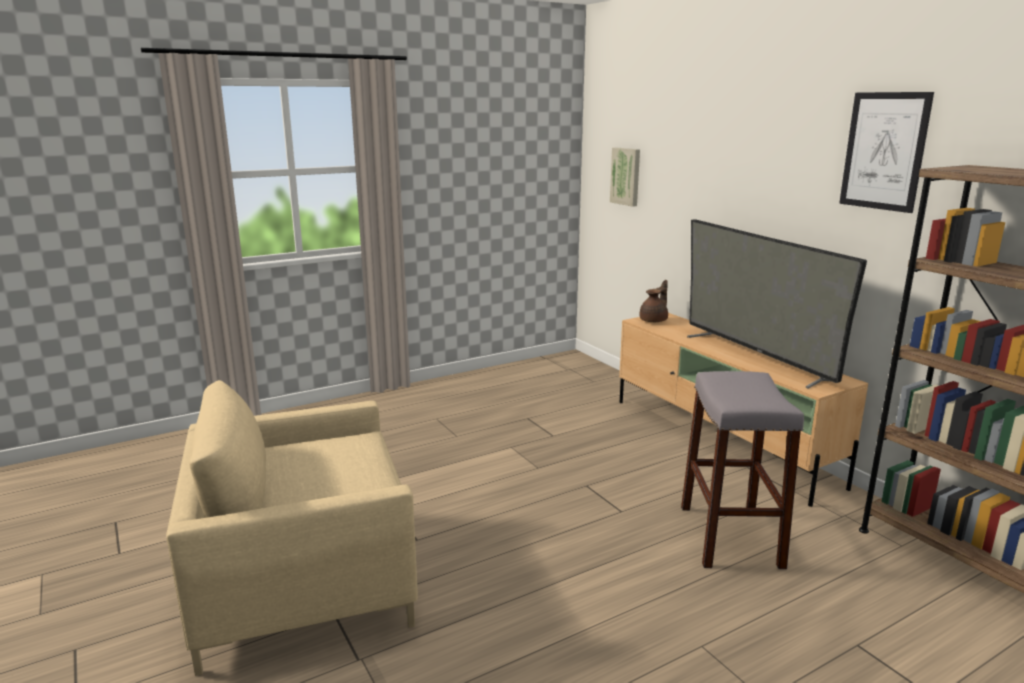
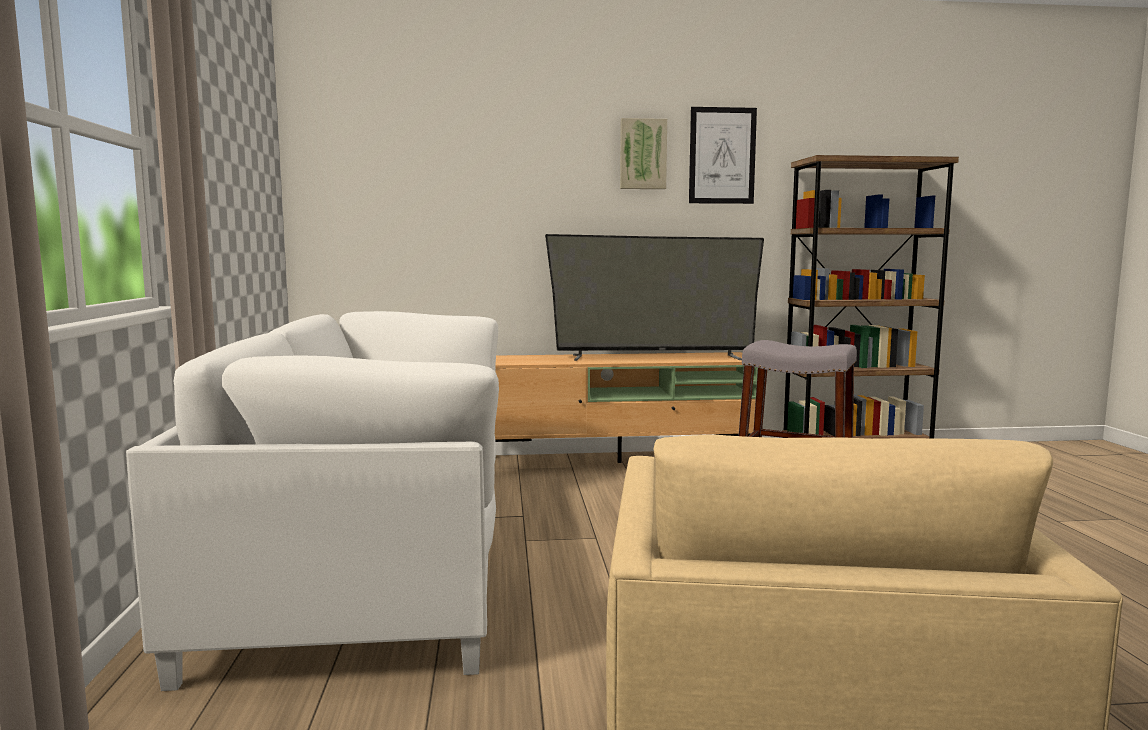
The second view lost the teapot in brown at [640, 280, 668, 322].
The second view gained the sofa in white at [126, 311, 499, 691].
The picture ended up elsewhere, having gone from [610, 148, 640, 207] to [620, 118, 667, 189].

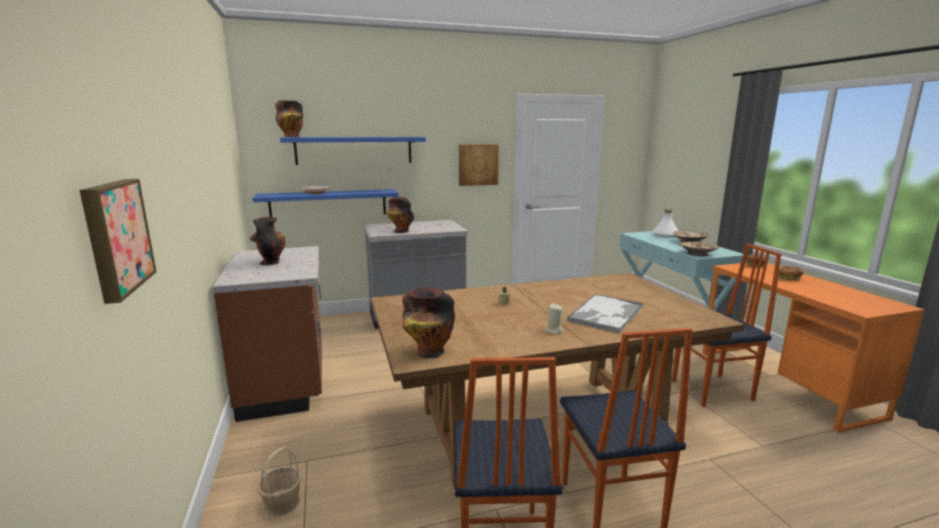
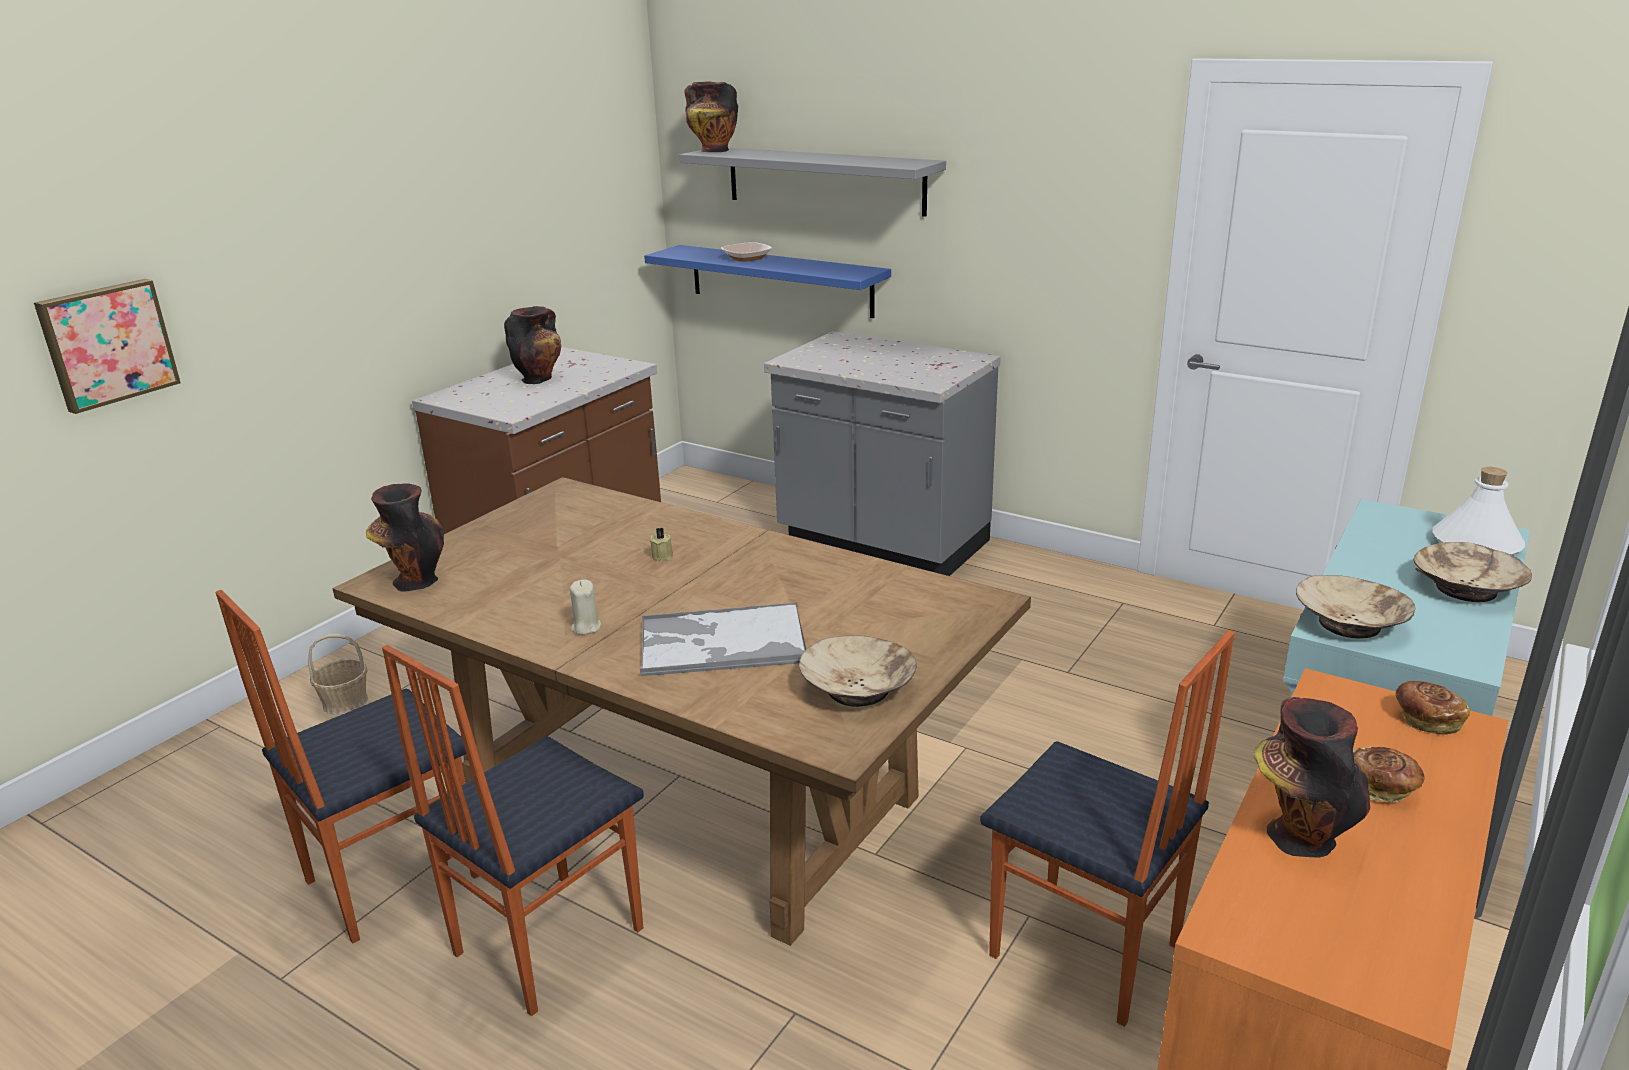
The second view lost the picture at [459, 144, 499, 186].
The second view gained the bowl in beige at [799, 635, 917, 707].
The vase ended up elsewhere, having gone from [386, 197, 414, 233] to [1253, 697, 1370, 858].
What was the shelf in blue at [280, 137, 426, 165] turned into the shelf in grey at [680, 148, 946, 217].

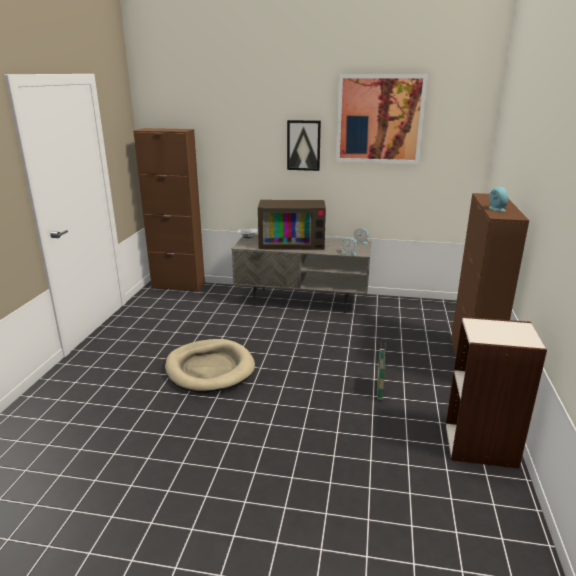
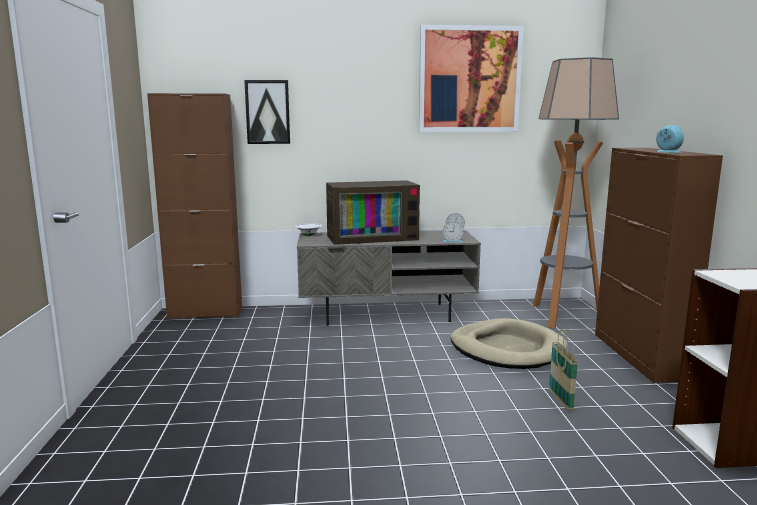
The second view gained the floor lamp at [533, 57, 619, 329].
The dog bed in beige ended up elsewhere, having gone from [165, 339, 255, 393] to [450, 318, 567, 369].
The picture ended up elsewhere, having gone from [287, 120, 321, 171] to [244, 80, 290, 144].

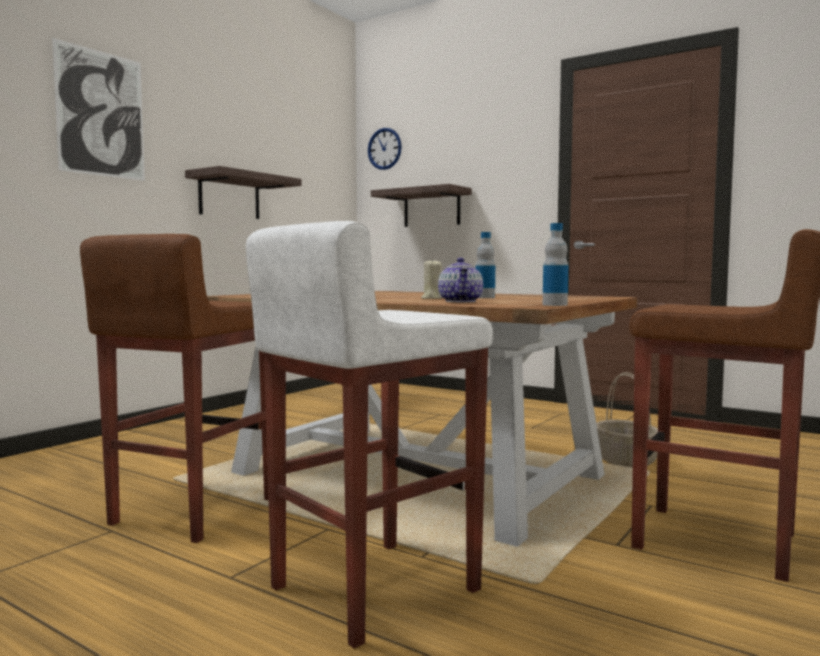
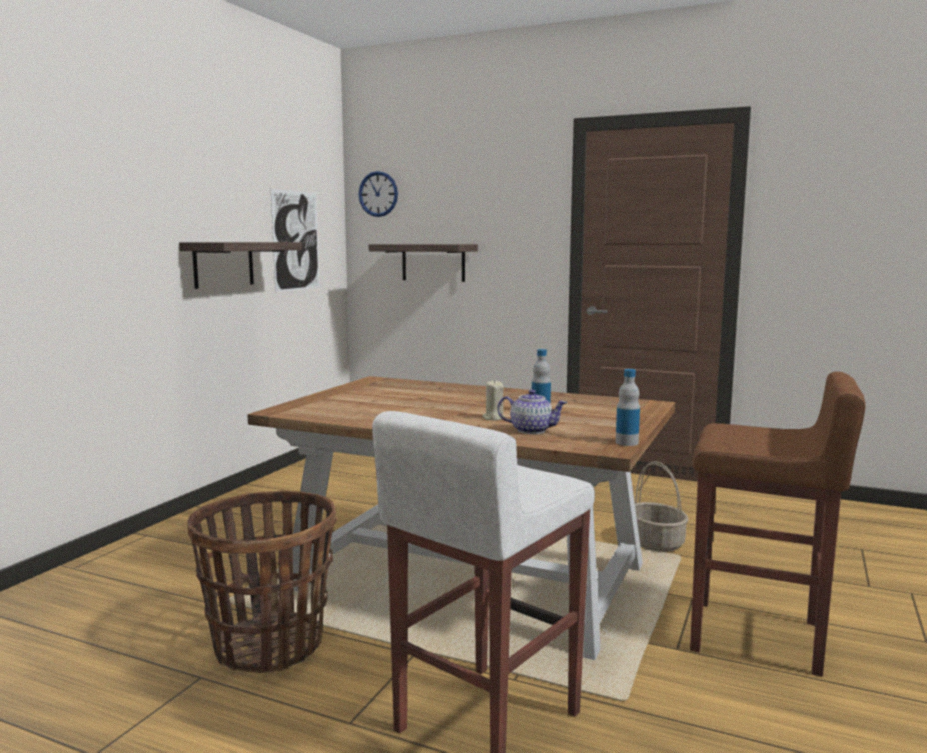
The picture ended up elsewhere, having gone from [52, 38, 145, 181] to [271, 189, 320, 292].
Where the stool in brown stood at [80, 234, 269, 543], the basket came to stand at [187, 490, 338, 673].
The teapot at [438, 258, 483, 302] ended up facing another way, 60 degrees counterclockwise from before.

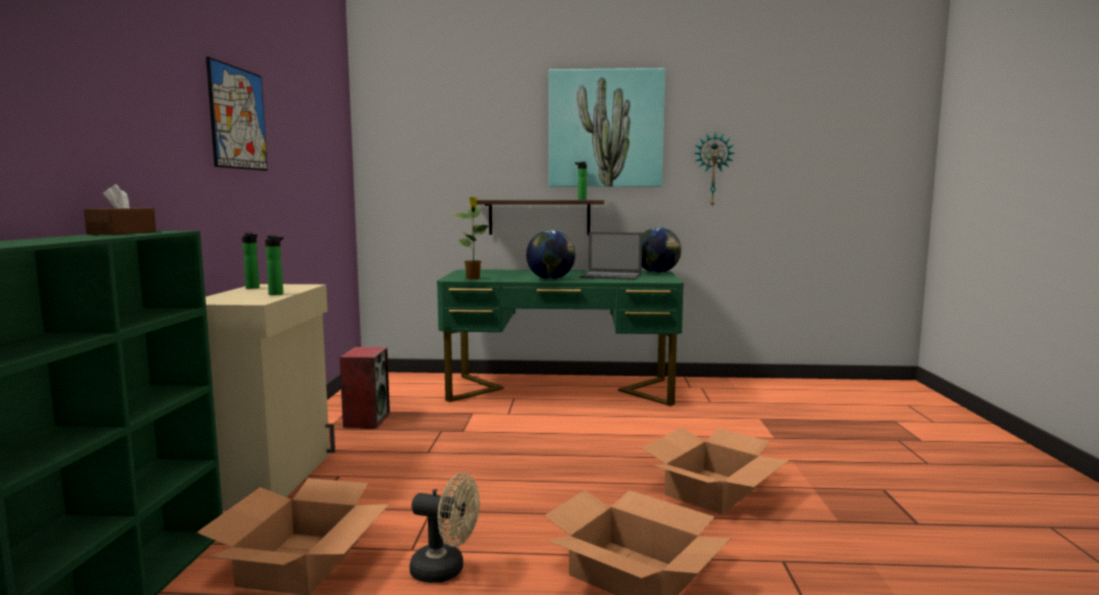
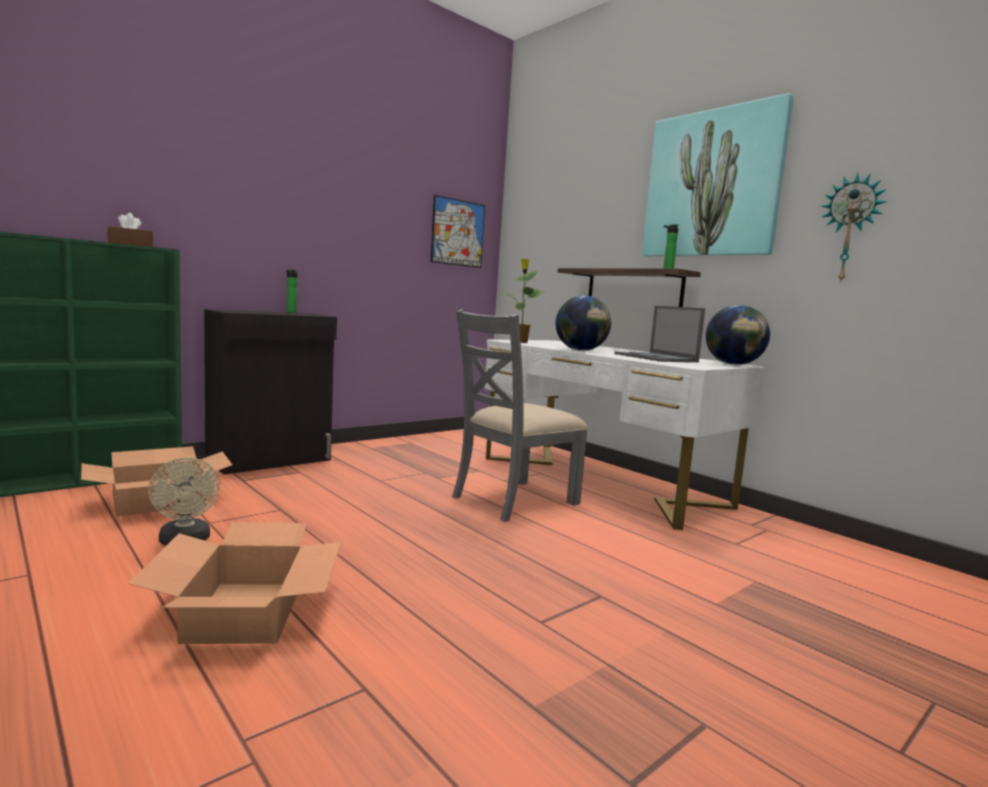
The second view lost the bottle at [265, 235, 284, 295].
The second view lost the speaker at [340, 347, 390, 428].
The second view lost the cardboard box at [642, 427, 789, 514].
The second view gained the chair in grey at [452, 310, 588, 522].
The picture ended up elsewhere, having gone from [206, 57, 268, 171] to [430, 195, 485, 268].
What was the cabinet in beige at [205, 284, 335, 511] turned into the cabinet in black at [204, 309, 337, 475].
What was the desk in green at [437, 269, 684, 406] turned into the desk in white at [485, 340, 764, 530].

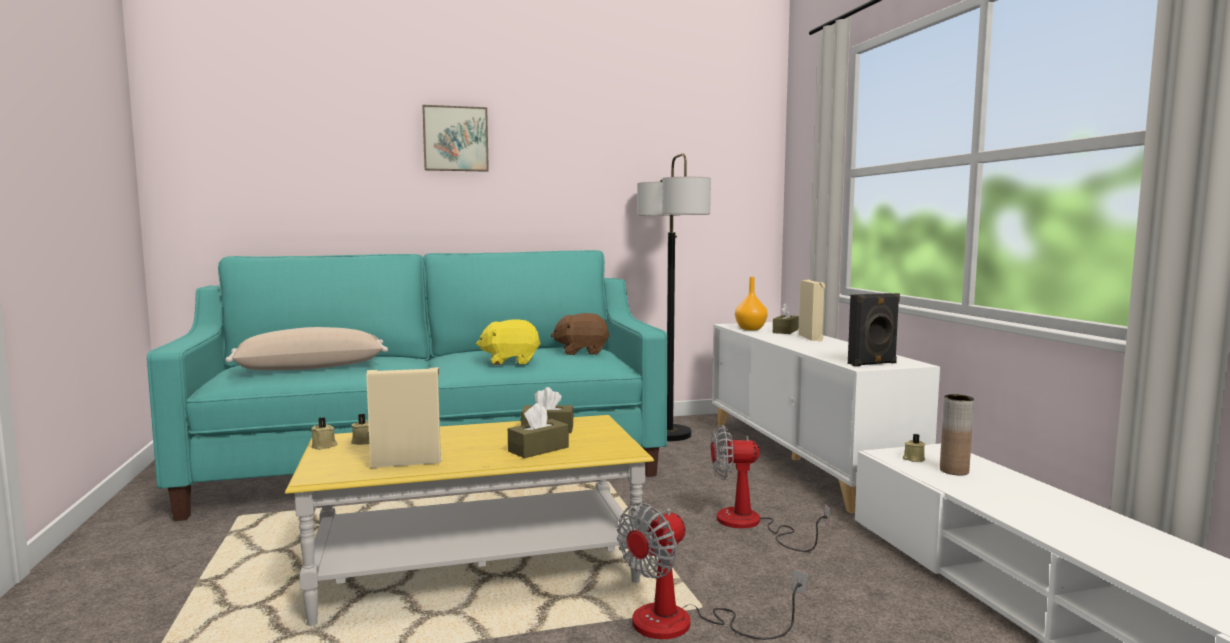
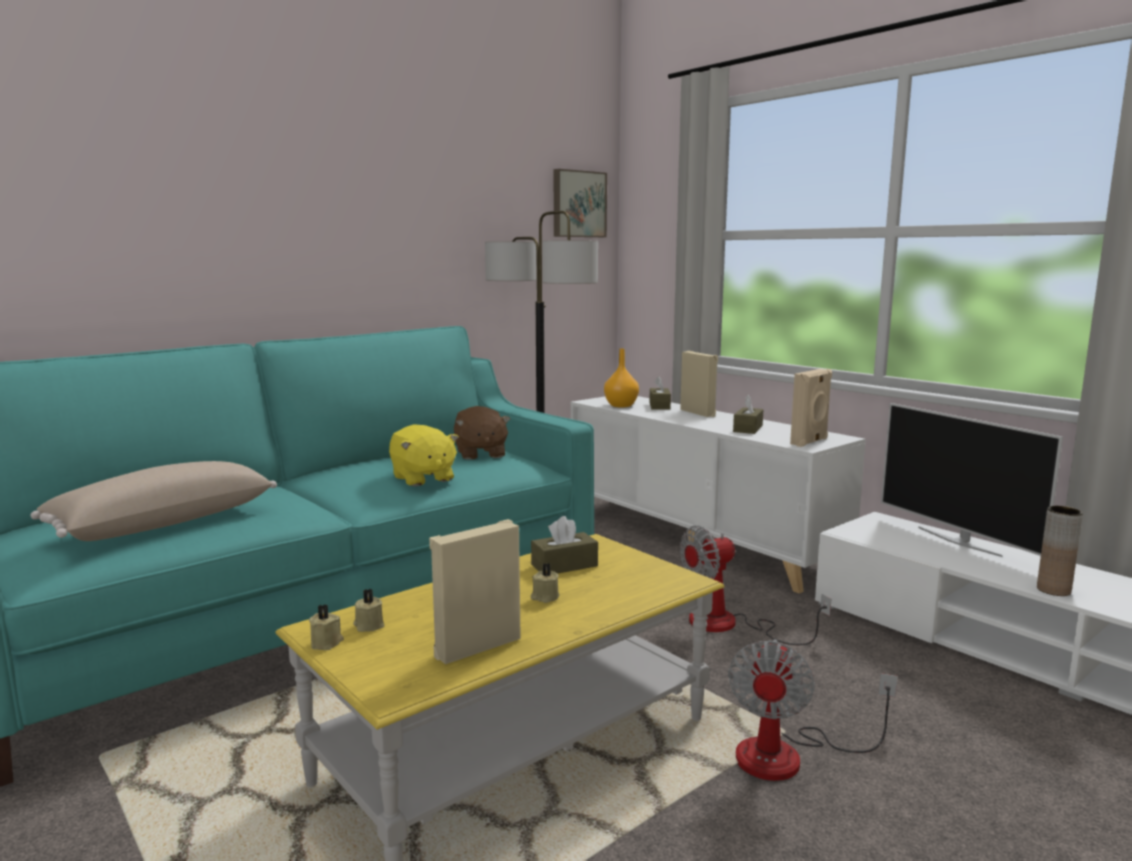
The second view gained the television at [881, 403, 1063, 557].
The picture ended up elsewhere, having gone from [422, 105, 489, 172] to [554, 169, 607, 237].
The tissue box in brown ended up elsewhere, having gone from [508, 403, 569, 458] to [733, 395, 764, 434].
The candle in beige ended up elsewhere, having gone from [903, 434, 925, 462] to [531, 563, 559, 603].
The vase in brown ended up elsewhere, having gone from [940, 394, 974, 475] to [1037, 506, 1083, 596].
What was the speaker in black at [848, 293, 900, 366] turned into the speaker in beige at [790, 369, 832, 447].
The plush toy in yellow at [476, 319, 541, 365] ended up facing another way, 90 degrees counterclockwise from before.
The plush toy in brown at [551, 313, 610, 355] ended up facing another way, 75 degrees counterclockwise from before.

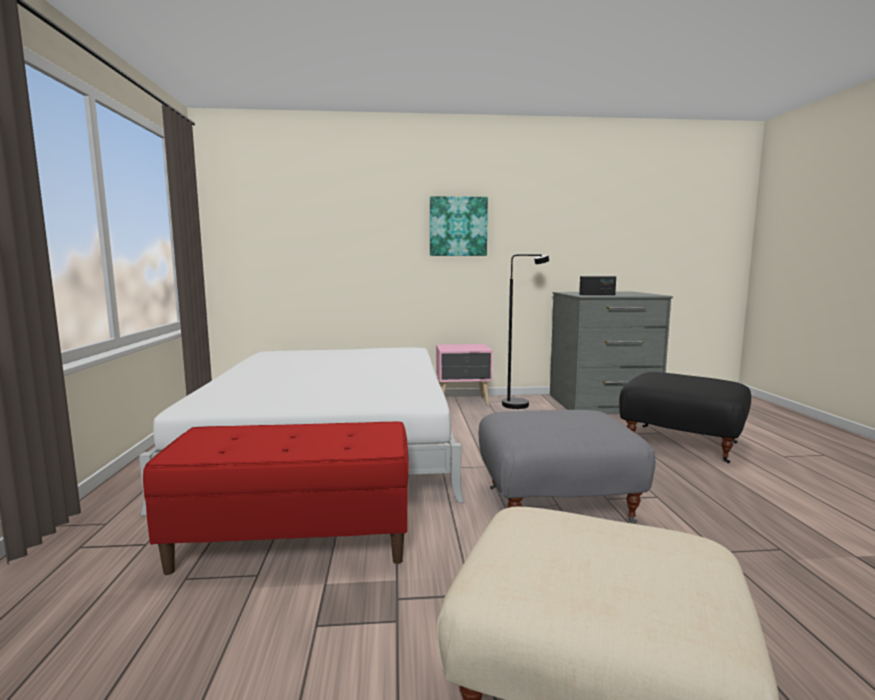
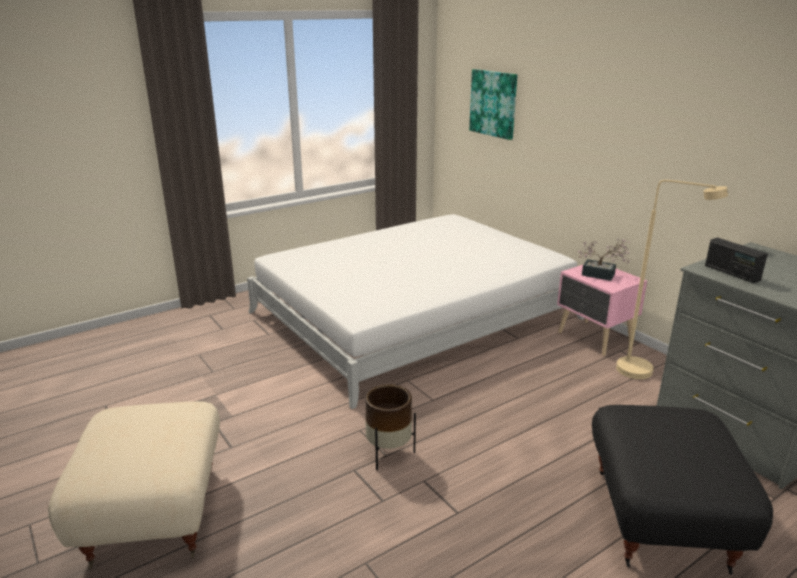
The second view lost the bench in red at [143, 422, 409, 575].
The second view gained the potted plant at [578, 238, 630, 281].
The picture ended up elsewhere, having gone from [430, 196, 488, 256] to [469, 69, 517, 140].
Where the ottoman in grey stood at [479, 410, 656, 523], the planter in brown came to stand at [365, 384, 416, 470].
What was the floor lamp in black at [502, 254, 549, 409] turned into the floor lamp in beige at [616, 180, 728, 379].

